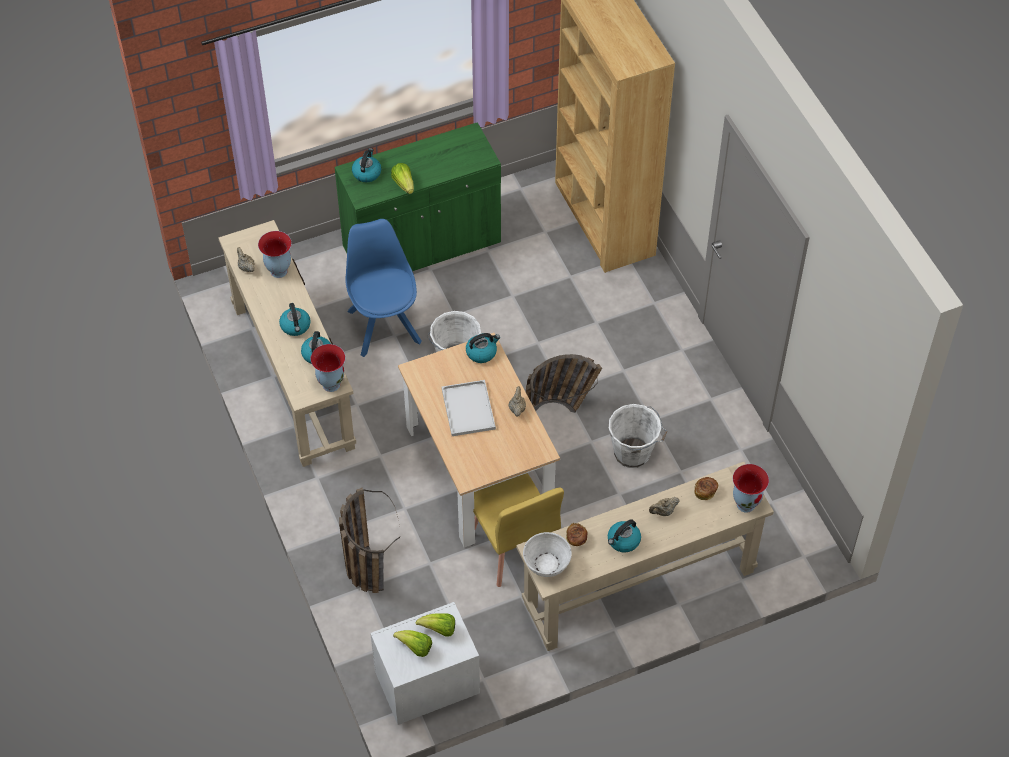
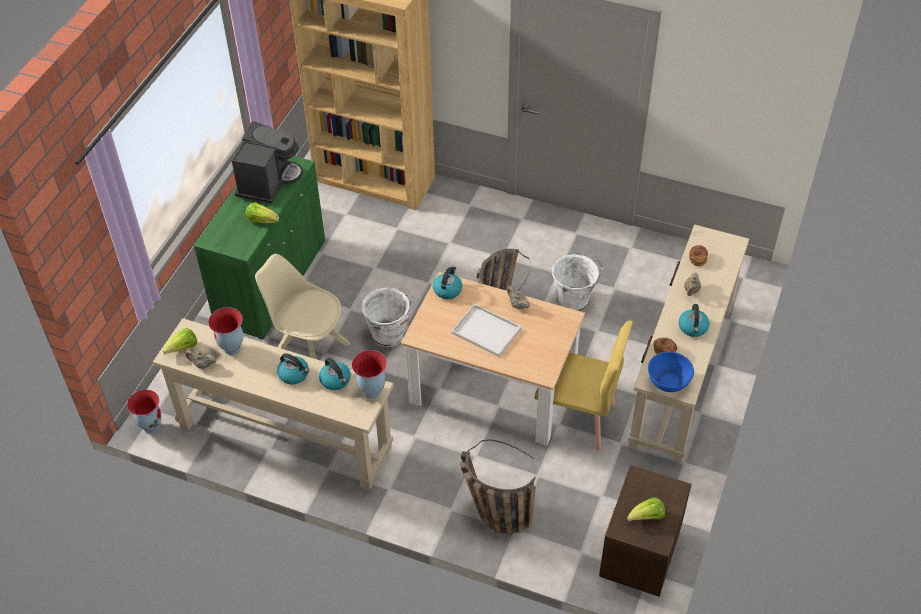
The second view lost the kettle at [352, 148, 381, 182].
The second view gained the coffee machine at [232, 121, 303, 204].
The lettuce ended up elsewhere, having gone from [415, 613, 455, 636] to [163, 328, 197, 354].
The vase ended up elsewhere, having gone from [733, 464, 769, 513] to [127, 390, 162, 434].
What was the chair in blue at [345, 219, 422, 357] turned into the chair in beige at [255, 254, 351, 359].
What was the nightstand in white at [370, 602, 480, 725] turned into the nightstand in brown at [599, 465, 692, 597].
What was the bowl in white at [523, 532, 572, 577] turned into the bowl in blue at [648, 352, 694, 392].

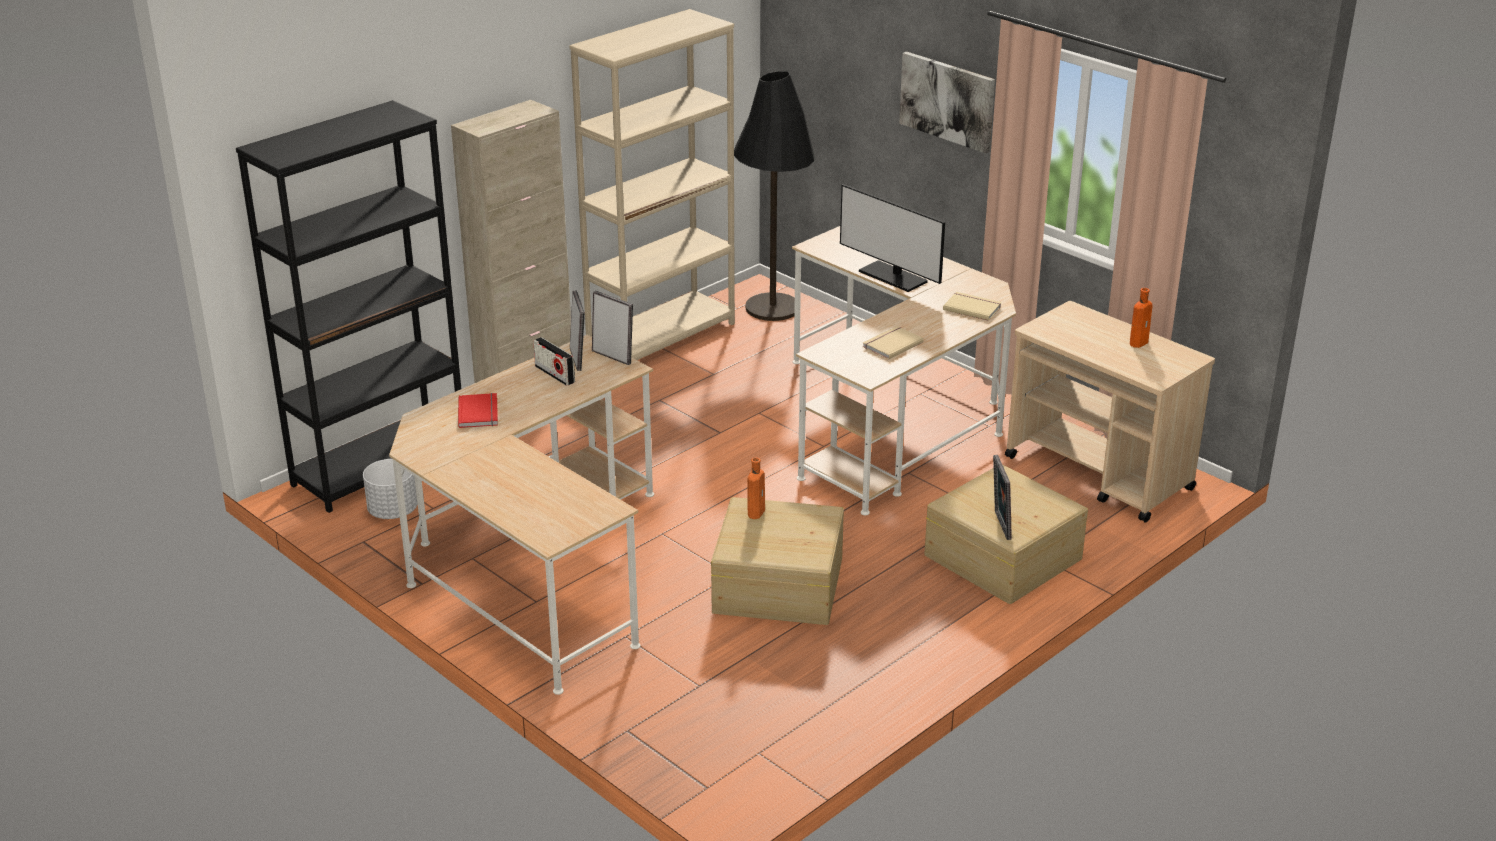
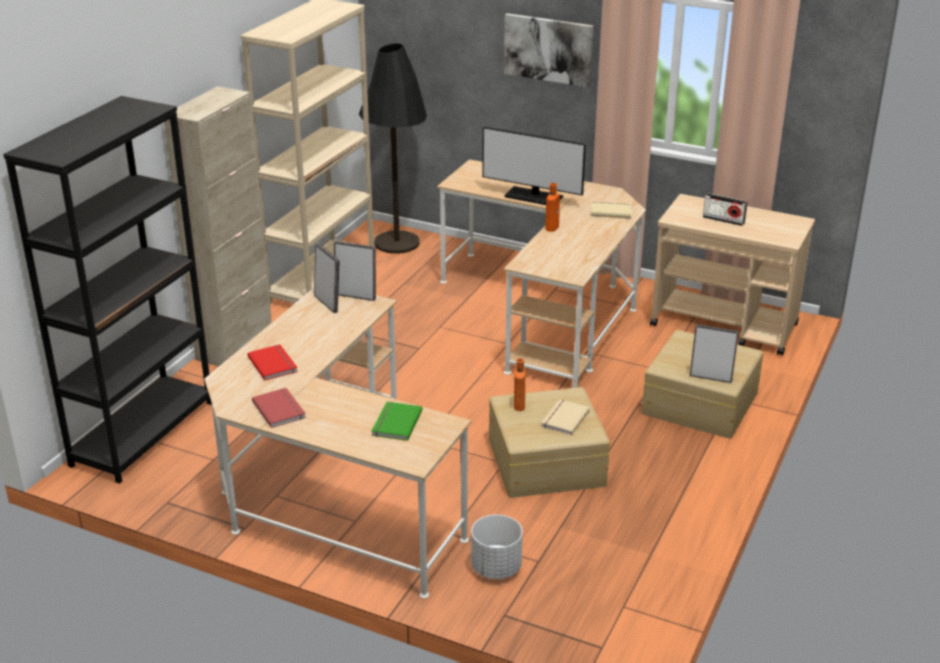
The second view gained the book in red at [252, 388, 306, 428].
The second view gained the book in green at [371, 402, 423, 441].
The planter in white ended up elsewhere, having gone from [363, 459, 417, 519] to [471, 515, 523, 579].
The radio ended up elsewhere, having gone from [533, 337, 575, 386] to [703, 193, 747, 226].
The book in beige ended up elsewhere, having gone from [863, 326, 923, 360] to [541, 399, 590, 436].
The bottle in orange ended up elsewhere, having gone from [1130, 288, 1153, 348] to [546, 183, 560, 232].
The picture frame at [993, 455, 1012, 540] ended up facing another way, 135 degrees clockwise from before.

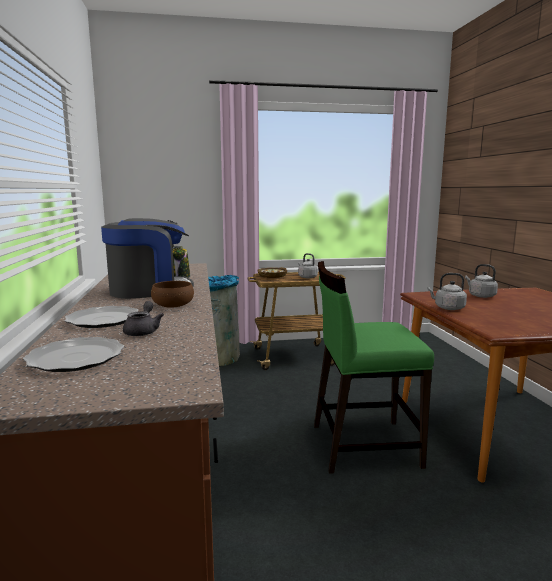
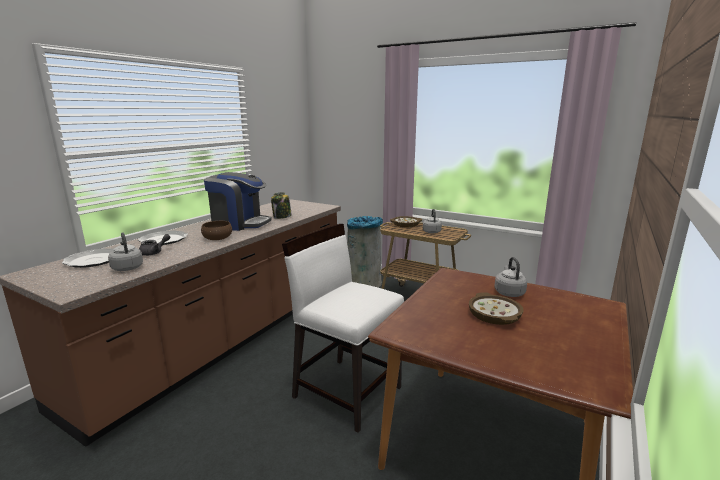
The second view gained the bowl at [469, 292, 524, 325].
The kettle in grey ended up elsewhere, having gone from [427, 273, 467, 310] to [108, 232, 143, 271].
What was the chair in green at [314, 261, 434, 474] turned into the chair in white at [282, 224, 404, 432].

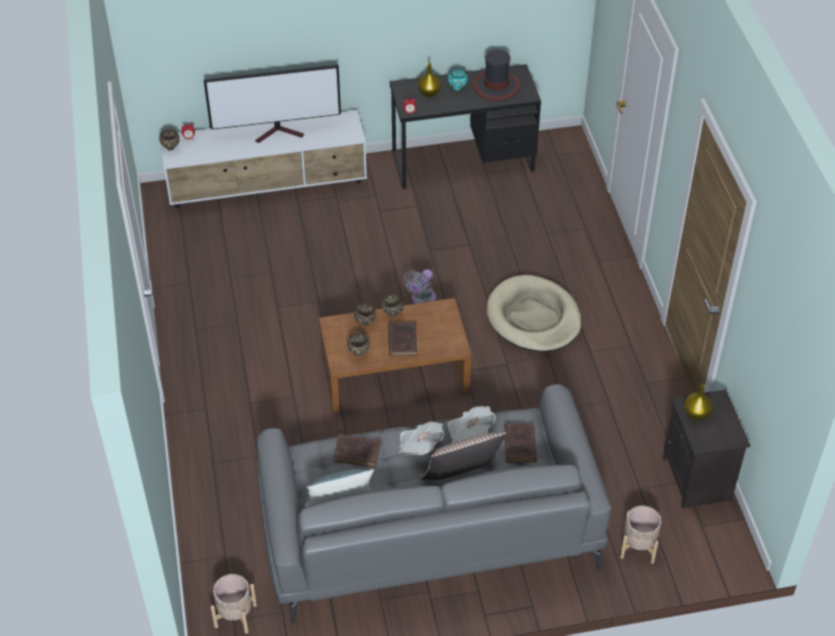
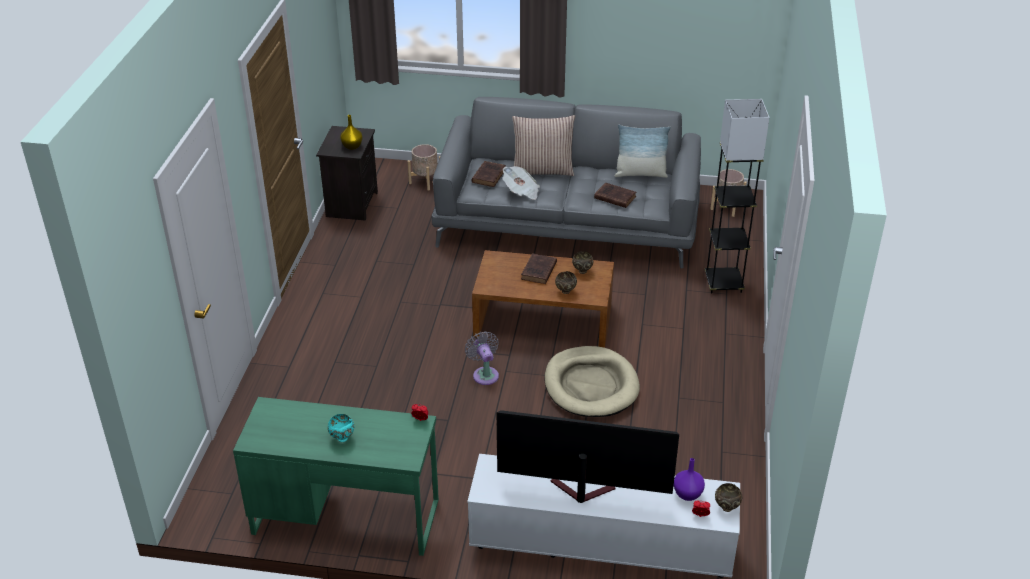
The second view lost the bowl in brown at [381, 294, 404, 317].
The second view lost the newspaper at [399, 421, 444, 455].
The second view lost the vase in yellow at [418, 63, 441, 97].
The second view lost the hat at [473, 50, 520, 101].
The second view gained the vase in purple at [674, 458, 705, 501].
The second view gained the floor lamp in grey at [705, 99, 770, 294].
The dog bed in beige ended up elsewhere, having gone from [486, 275, 582, 352] to [544, 346, 640, 417].
What was the desk in black at [390, 64, 541, 189] turned into the desk in green at [233, 397, 439, 556].
The fan in grey at [403, 269, 436, 304] ended up facing another way, 75 degrees counterclockwise from before.

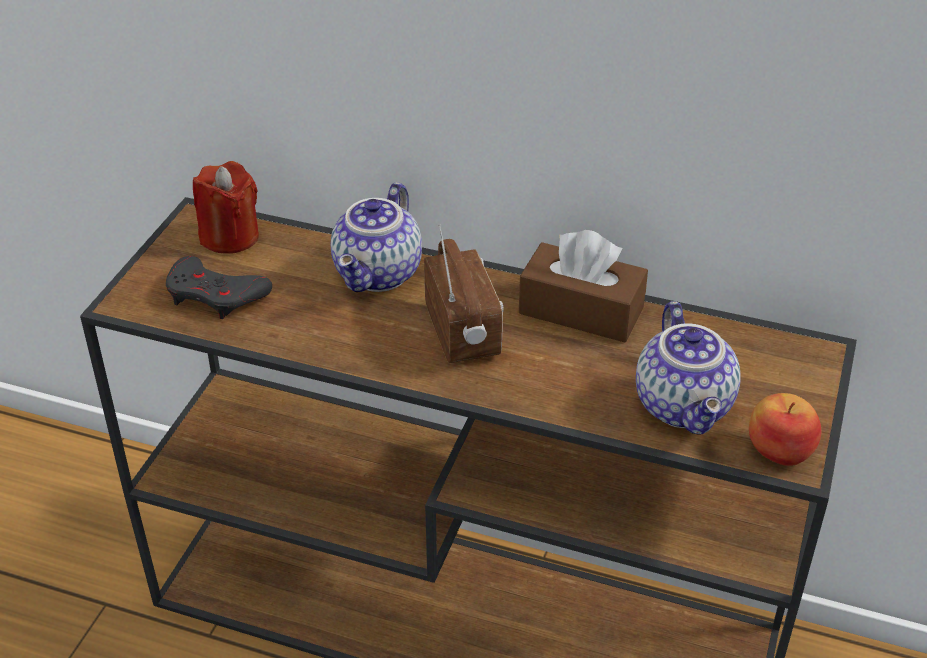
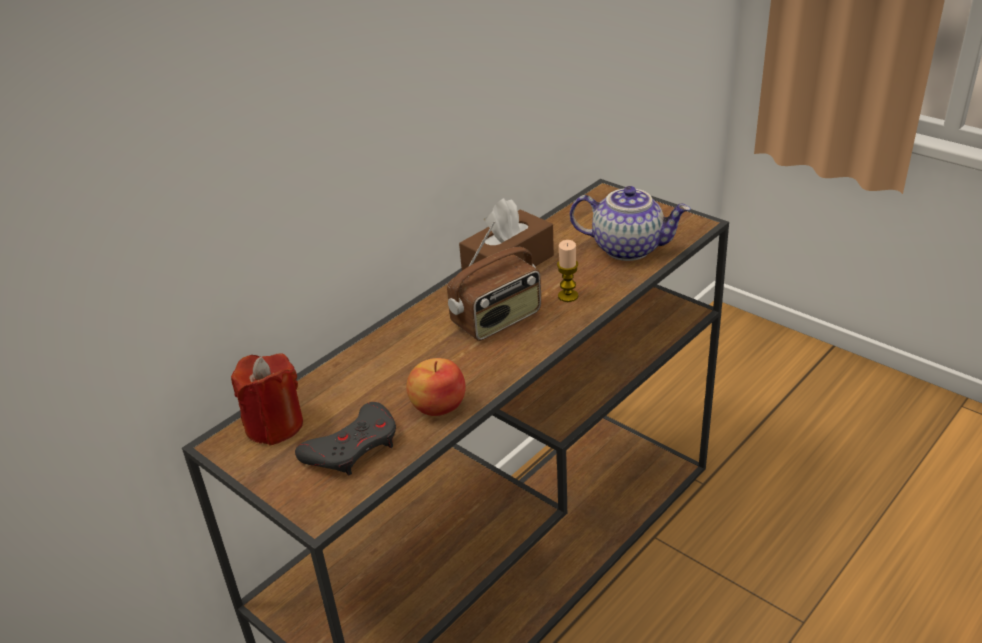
The second view lost the teapot at [331, 182, 422, 292].
The second view gained the candle at [557, 240, 578, 302].
The apple ended up elsewhere, having gone from [749, 393, 821, 466] to [406, 358, 466, 416].
The radio at [424, 224, 504, 363] ended up facing another way, 135 degrees clockwise from before.

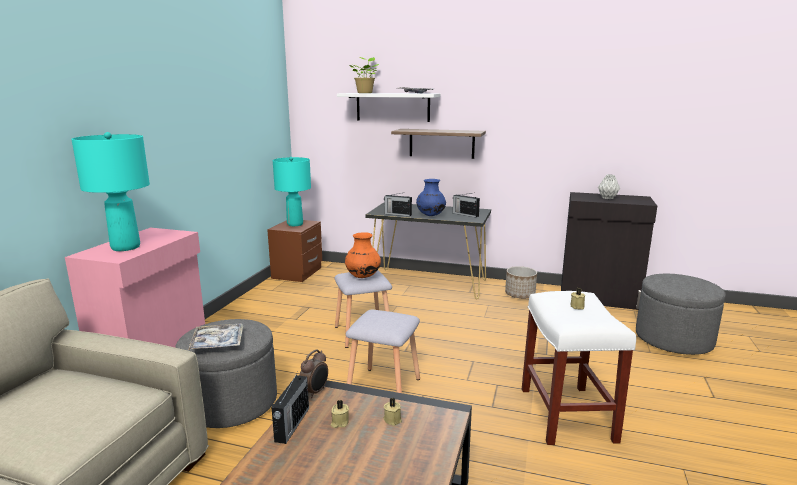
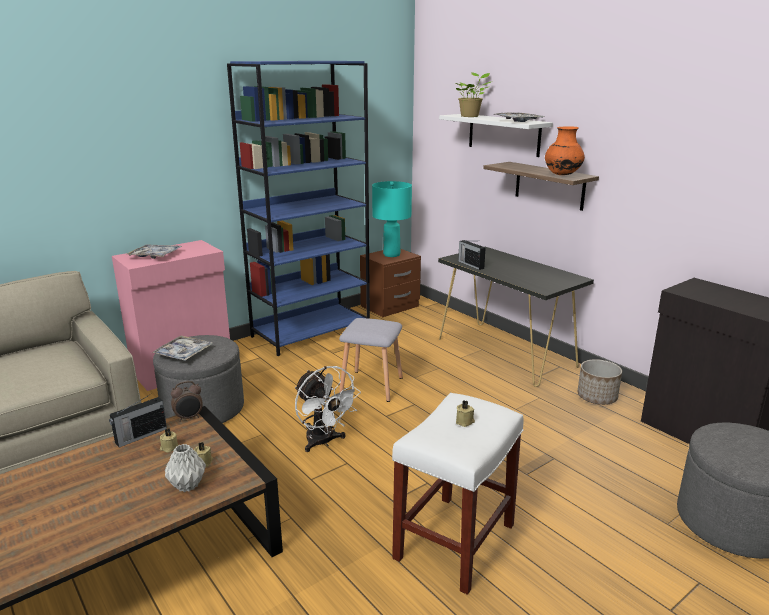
The second view lost the vase in blue at [416, 179, 446, 216].
The second view lost the radio at [453, 193, 480, 217].
The second view gained the bookcase in blue at [227, 61, 370, 356].
The vase in orange ended up elsewhere, having gone from [345, 232, 381, 278] to [545, 126, 585, 175].
The vase in grey ended up elsewhere, having gone from [598, 174, 620, 199] to [165, 444, 206, 492].
Where the table lamp in turquoise stood at [71, 132, 150, 251], the tray came to stand at [127, 244, 182, 259].
Where the stool in grey stood at [346, 309, 420, 393], the fan in white came to stand at [295, 366, 361, 452].

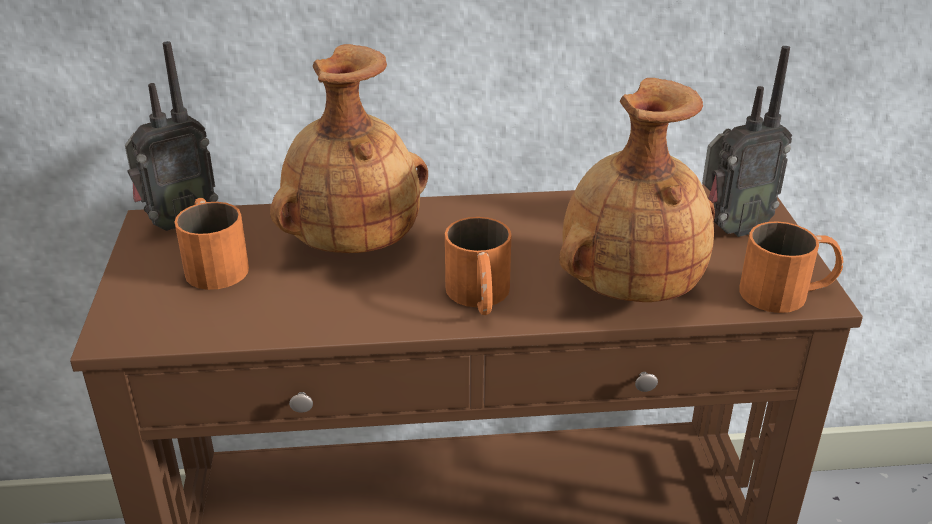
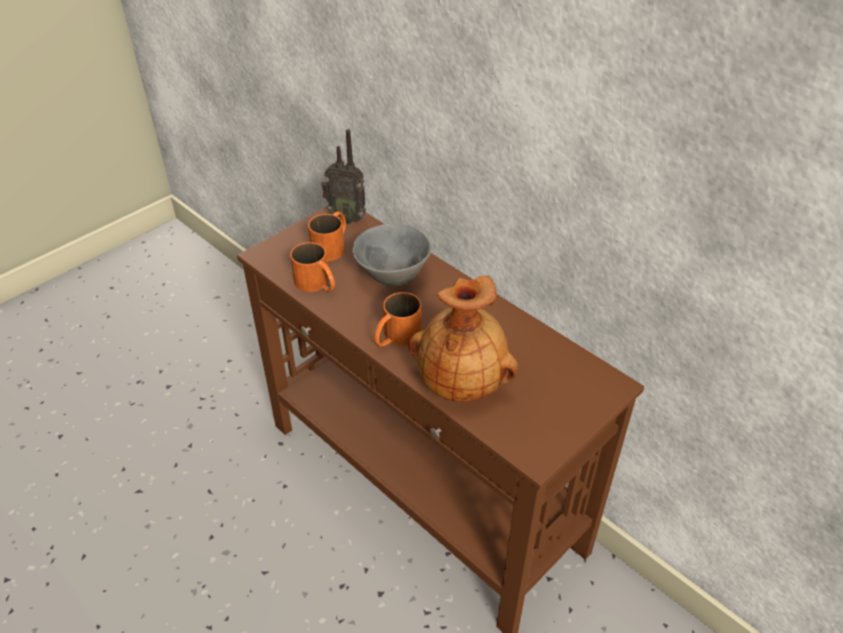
The second view lost the radio at [702, 46, 793, 237].
The mug in orange ended up elsewhere, having gone from [739, 221, 843, 313] to [290, 242, 335, 292].
Where the vase in brown stood at [270, 44, 428, 253], the bowl in grey came to stand at [352, 224, 431, 286].

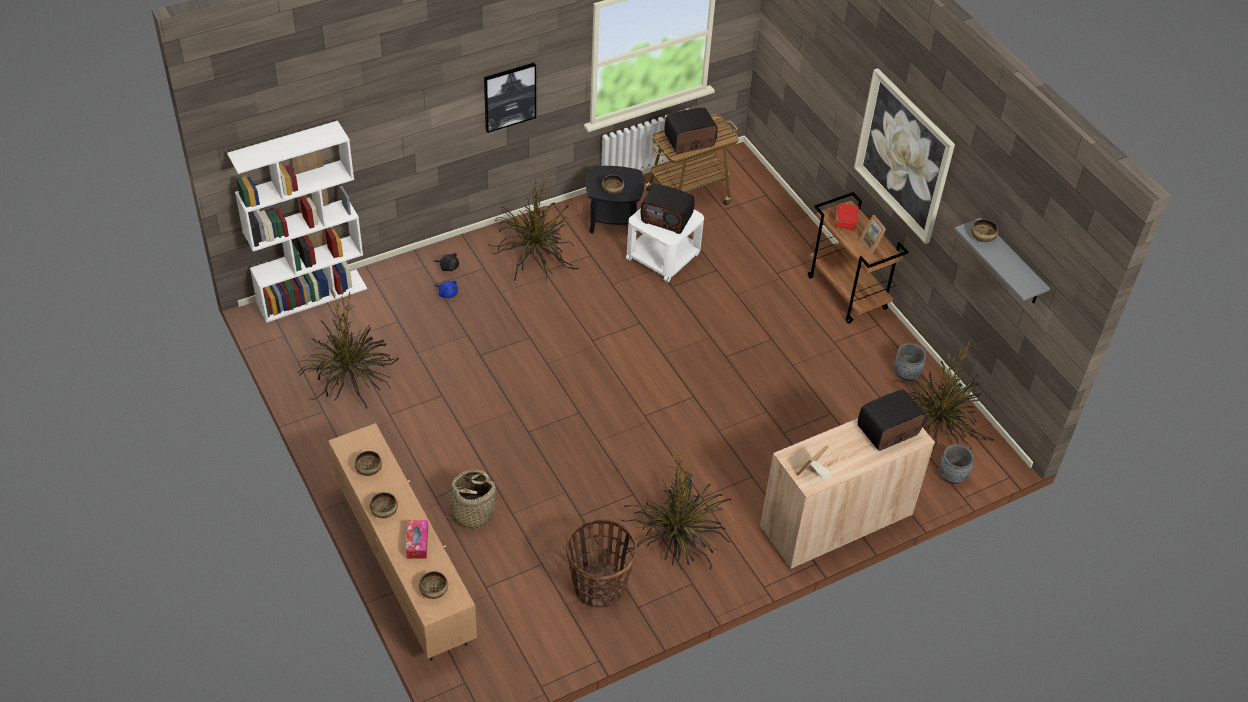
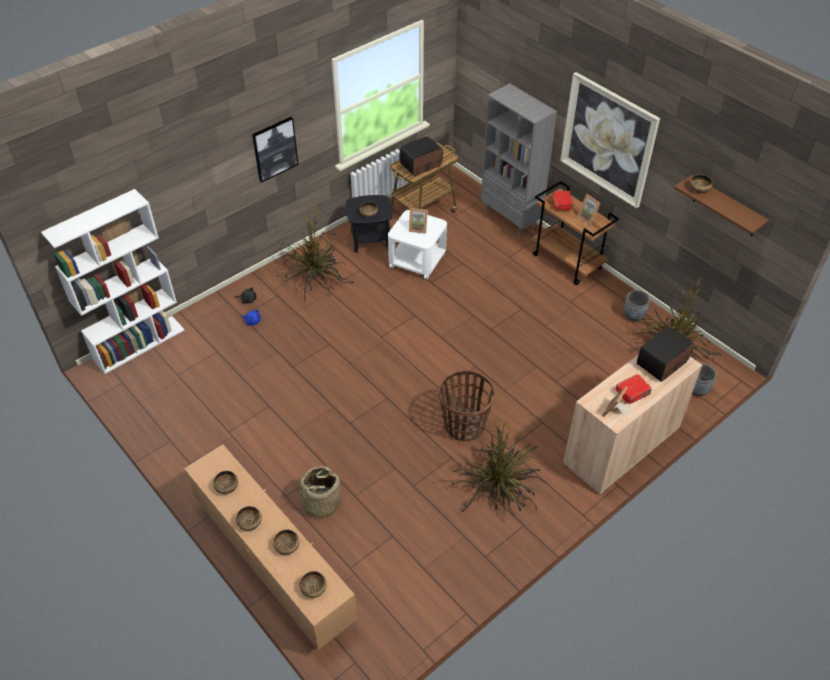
The second view lost the potted plant at [298, 285, 399, 409].
The second view gained the bookcase in grey at [481, 84, 557, 237].
The second view gained the book in red at [616, 374, 652, 404].
The basket ended up elsewhere, having gone from [566, 519, 637, 608] to [438, 370, 495, 441].
Where the tissue box stood at [406, 520, 428, 559], the bowl came to stand at [273, 529, 299, 555].
Where the radio stood at [641, 184, 695, 234], the picture frame came to stand at [409, 208, 428, 234].
What was the shelf in grey at [954, 218, 1050, 303] turned into the shelf in brown at [674, 175, 769, 236].

